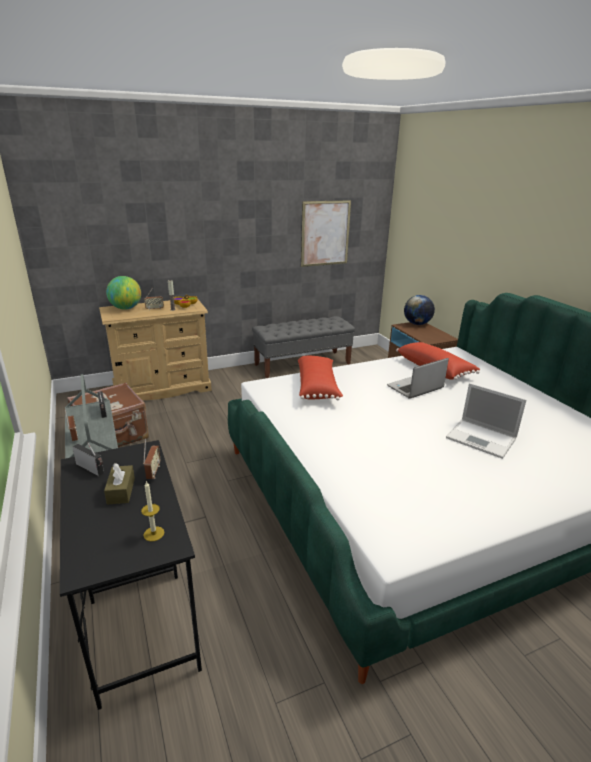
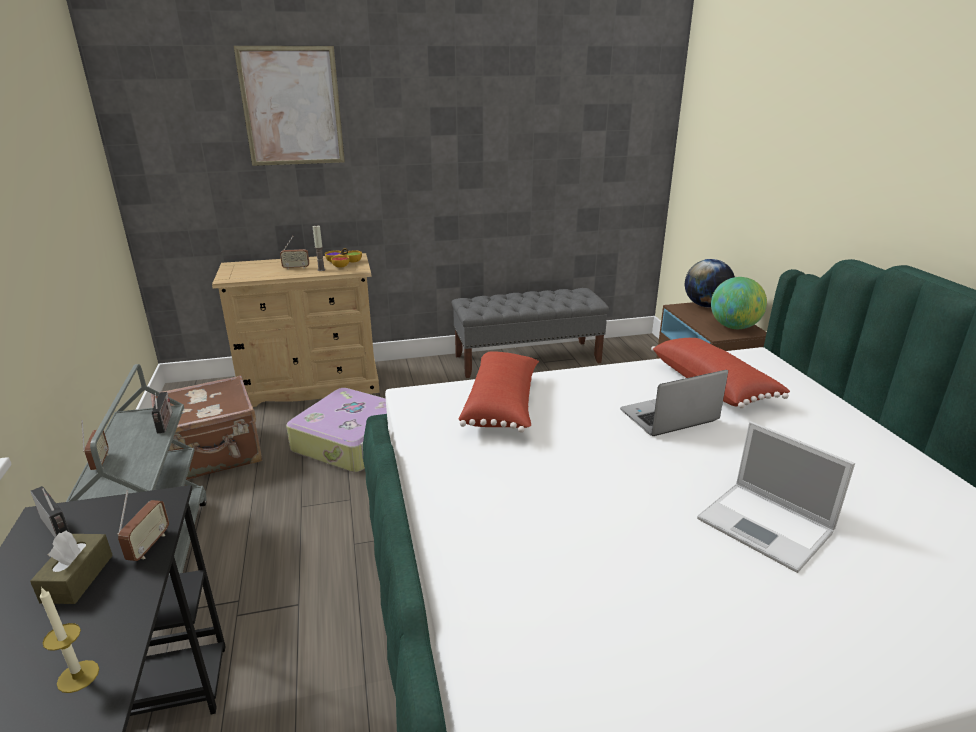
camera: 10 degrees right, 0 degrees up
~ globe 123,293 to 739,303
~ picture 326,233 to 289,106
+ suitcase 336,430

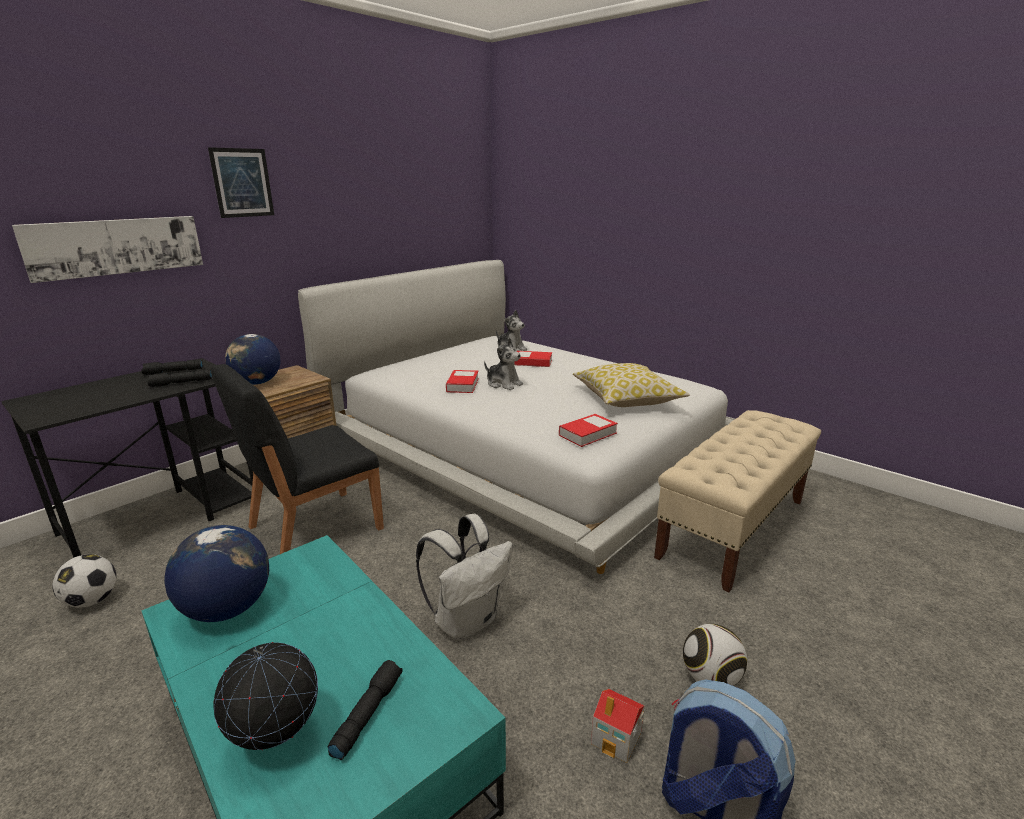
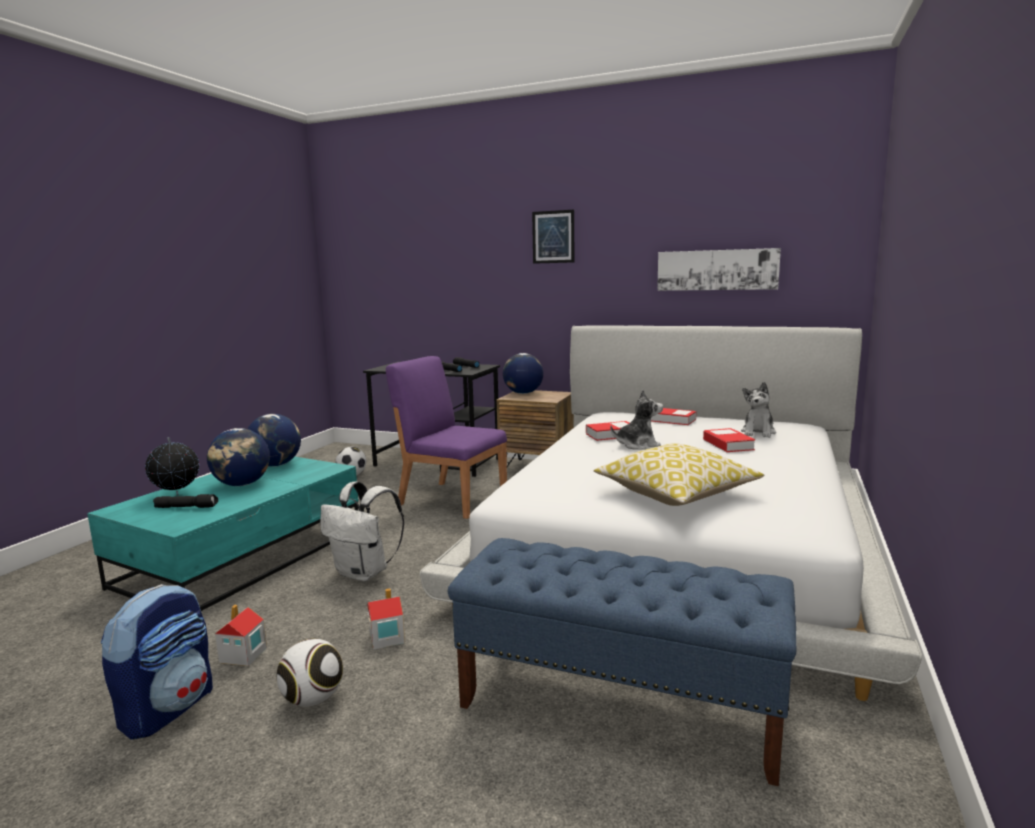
camera: 70 degrees right, 10 degrees down
~ picture 107,249 to 719,269
~ black chair 297,459 to purple chair 446,437
~ plush toy 503,364 = 637,420 120 degrees counterclockwise
~ book 588,430 to 673,416
~ beige bench 737,501 to blue bench 622,662
+ globe 238,457
+ toy house 386,619

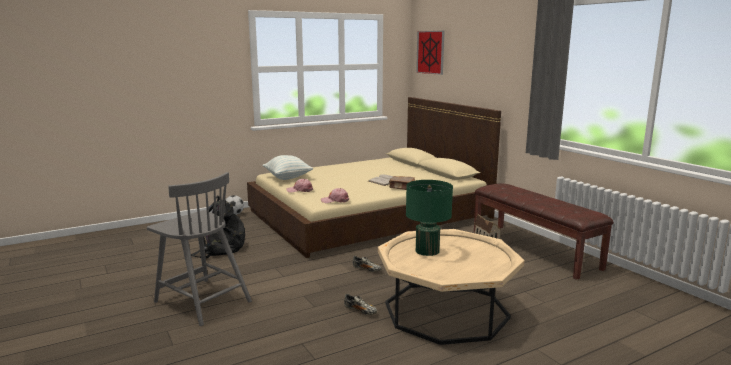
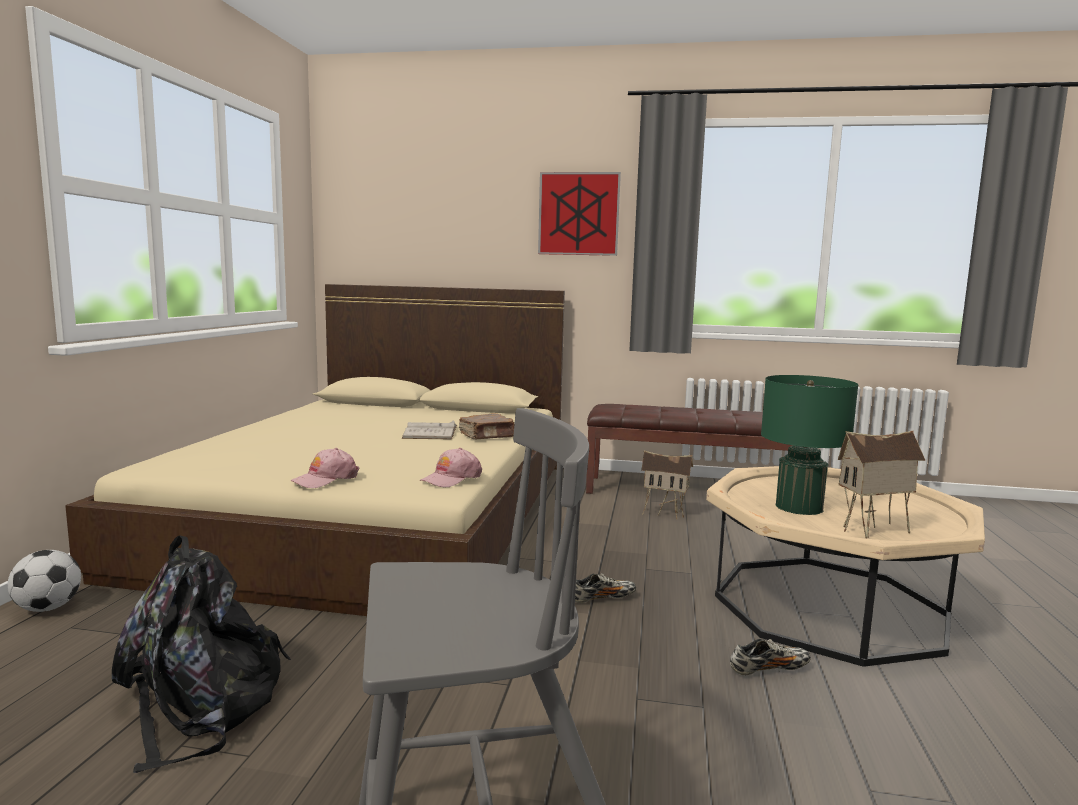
camera: 50 degrees left, 5 degrees down
- pillow 287,167
~ picture 430,53 to 579,214
+ toy house 881,485

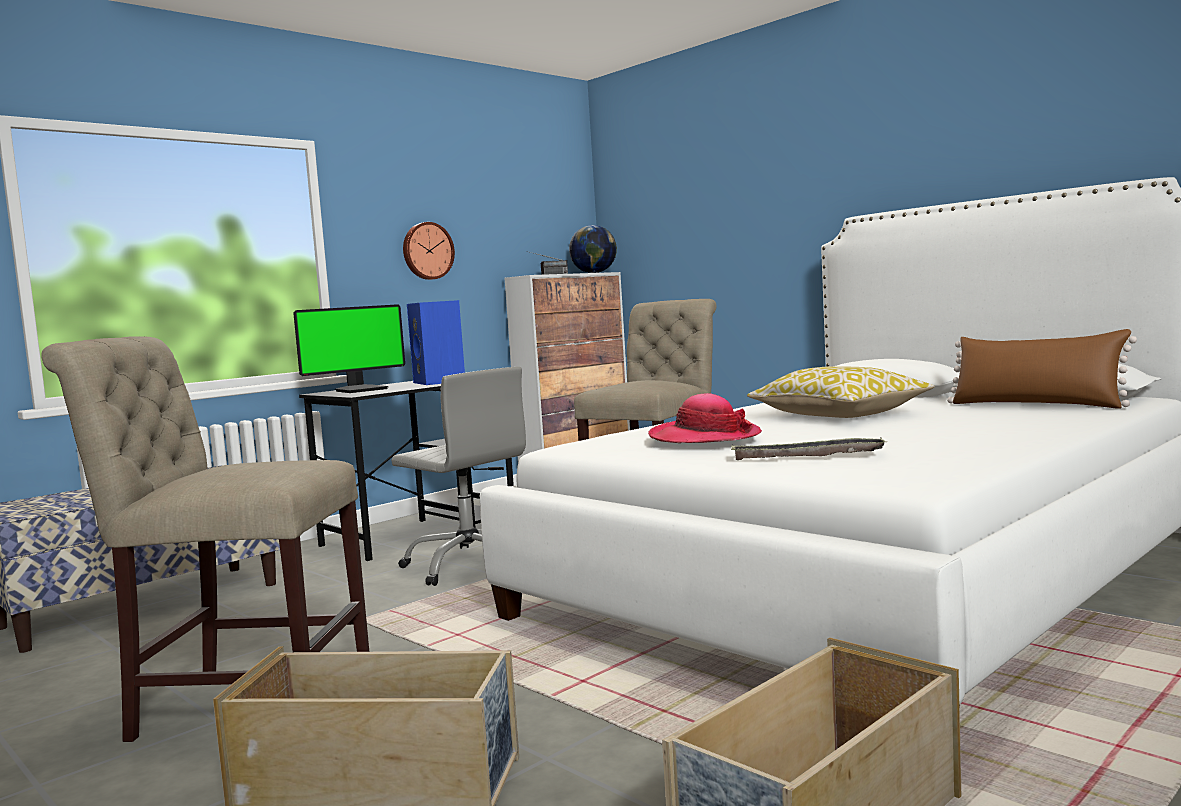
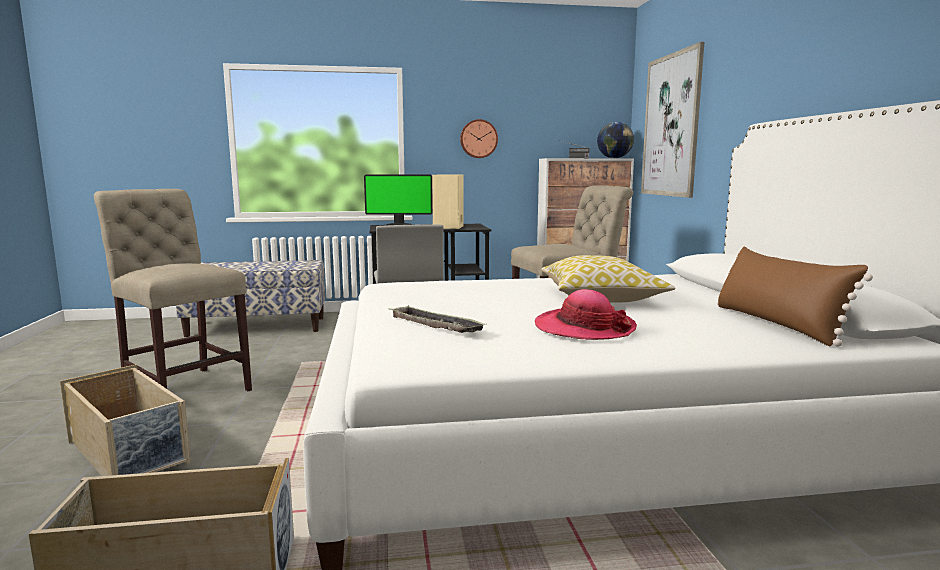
camera: 35 degrees right, 5 degrees up
~ blue speaker 436,342 to beige speaker 448,202
~ hat 705,418 to 586,314
+ picture 672,120

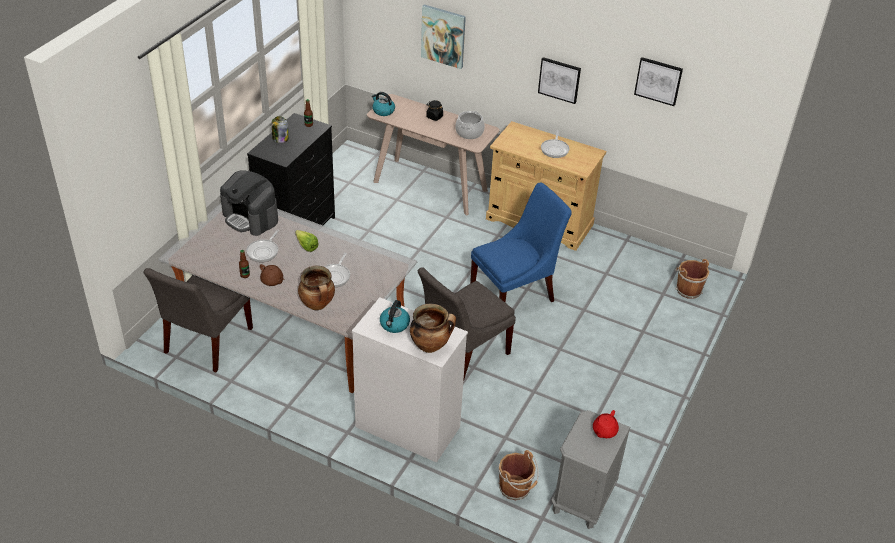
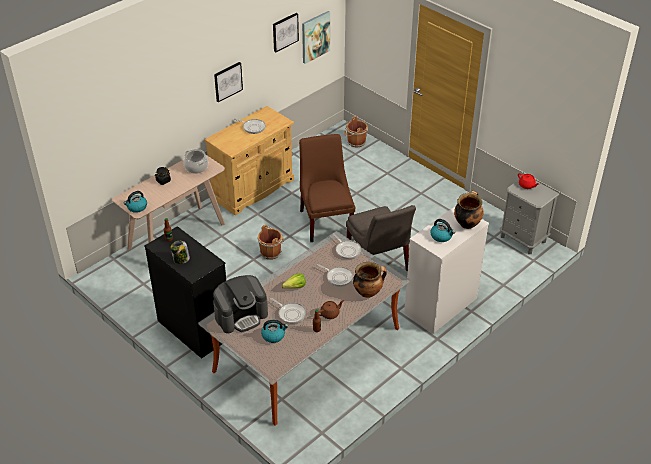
camera: 70 degrees left, 0 degrees up
- grey chair 198,320
~ picture 443,37 to 316,37
~ blue chair 521,242 to brown chair 327,188
~ brown bucket 518,475 to 270,242
+ kettle 274,331
+ frying pan 346,246

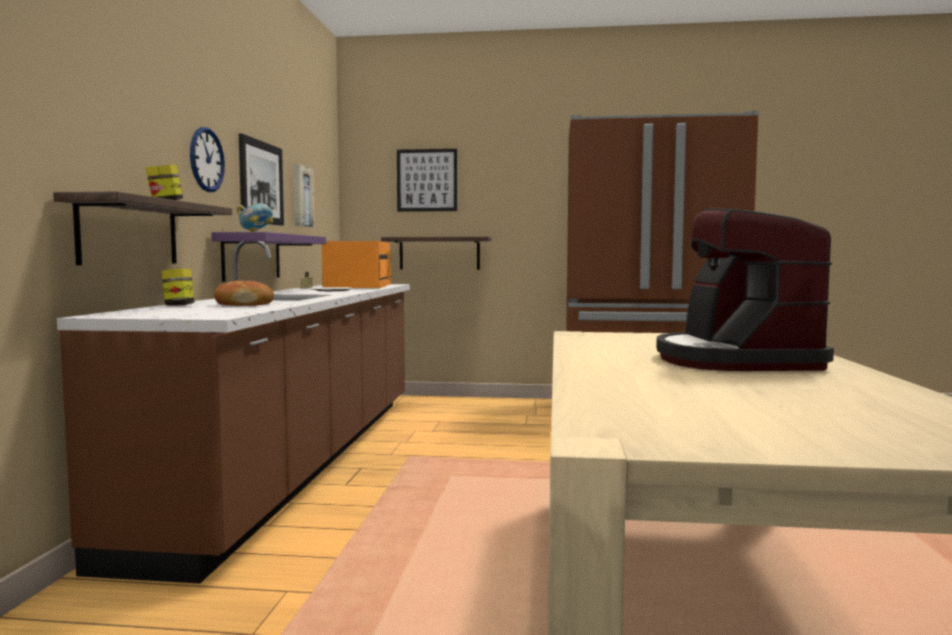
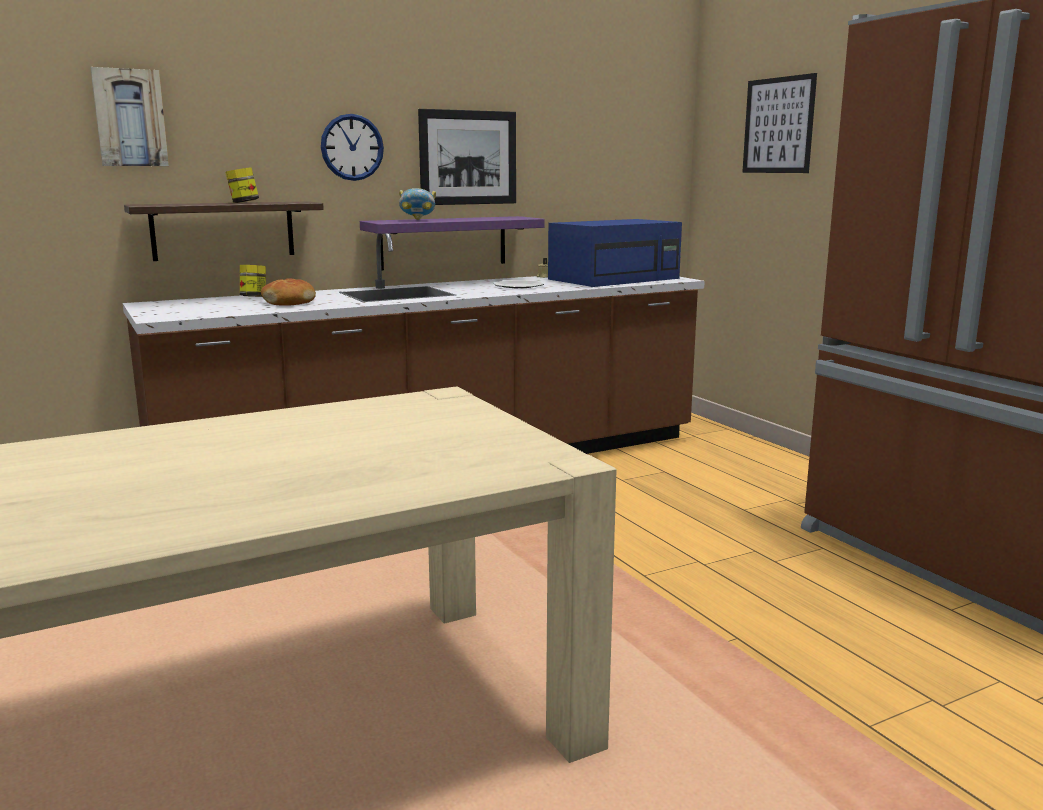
camera: 55 degrees right, 10 degrees up
~ picture 304,195 to 130,116
~ orange microwave 356,264 to blue microwave 615,253
- shelf 436,253
- coffee machine 745,290

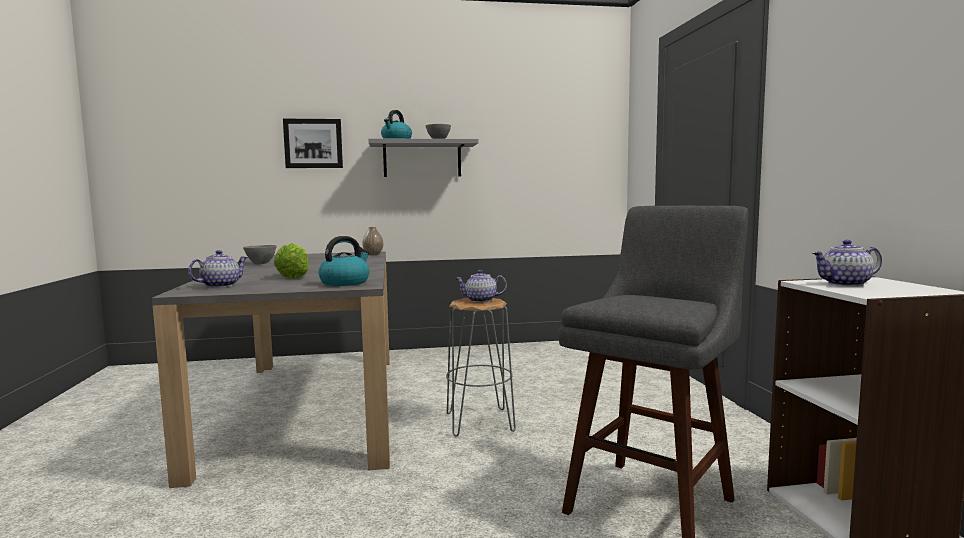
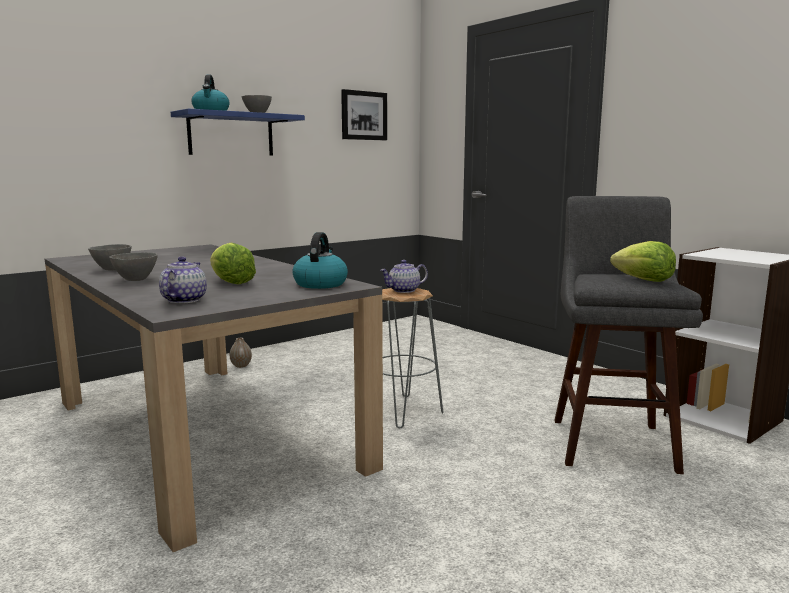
camera: 30 degrees left, 5 degrees up
~ picture 313,143 to 364,114
~ vase 372,241 to 241,353
~ grey shelf 423,158 to blue shelf 238,131
- teapot 847,263
+ grey bowl 133,266
+ lettuce 643,261

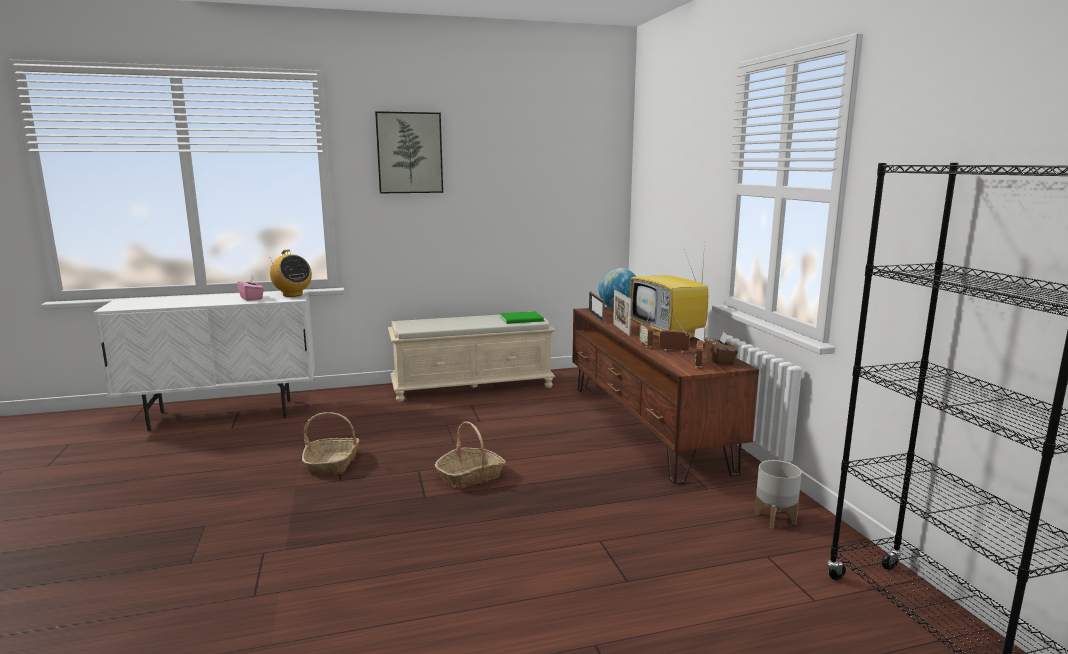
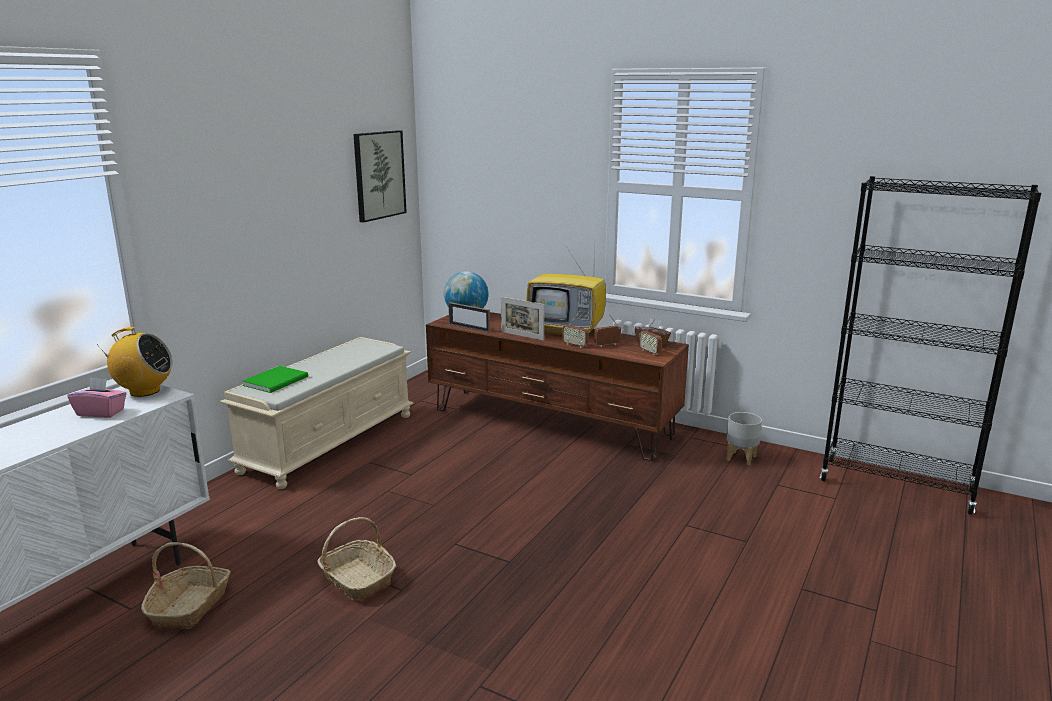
camera: 45 degrees left, 5 degrees up
~ picture 409,152 to 380,176
~ basket 470,455 to 186,586
~ green book 522,317 to 275,379

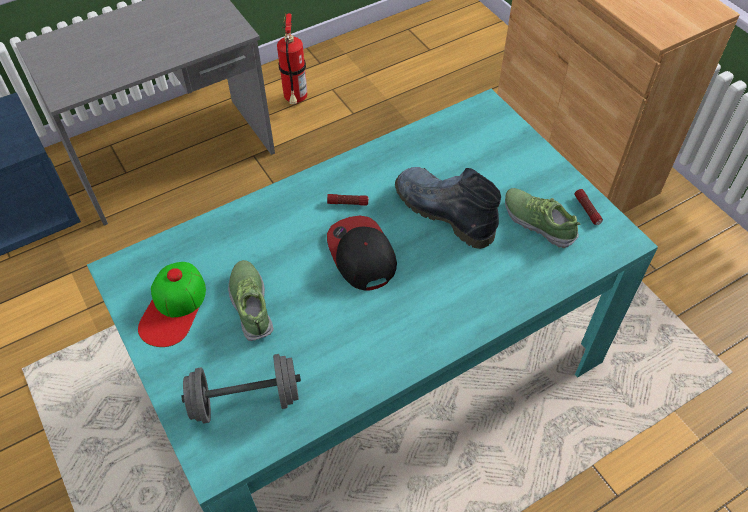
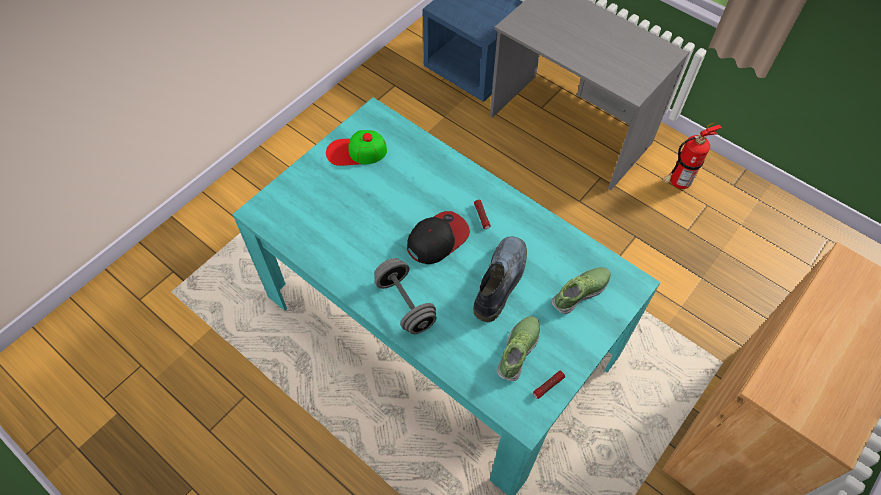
camera: 70 degrees right, 5 degrees up
~ grey dumbbell 241,388 to 405,296
~ shoe 251,300 to 581,290

